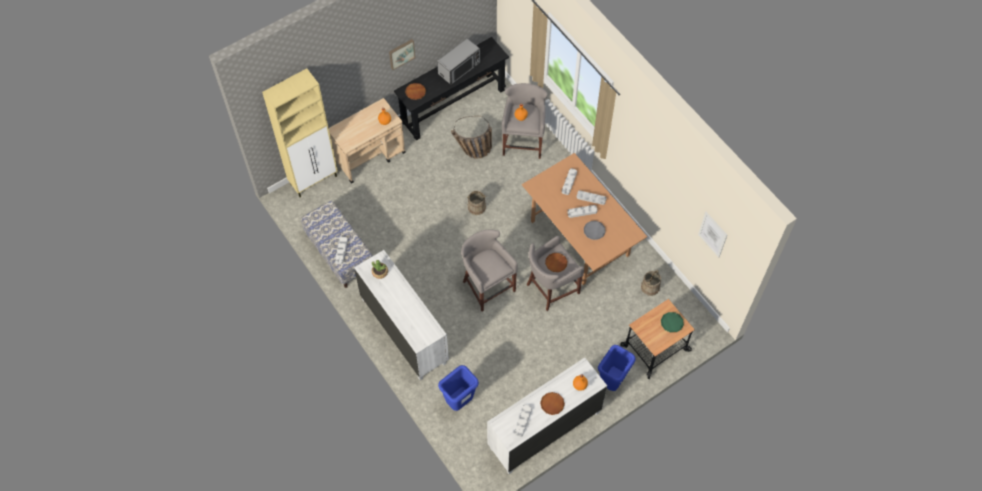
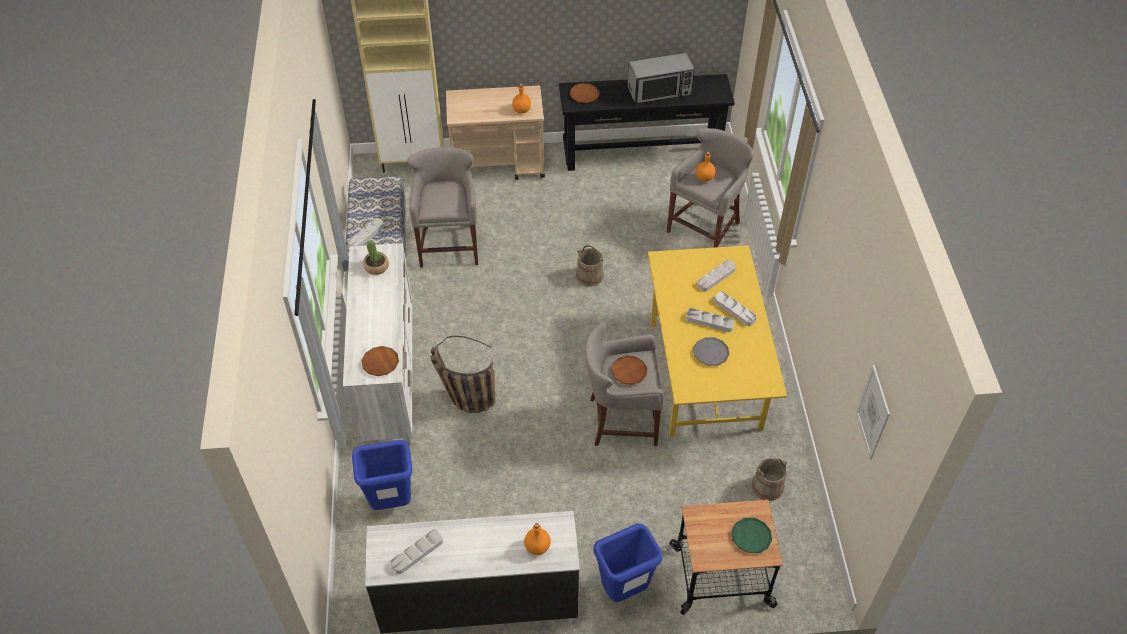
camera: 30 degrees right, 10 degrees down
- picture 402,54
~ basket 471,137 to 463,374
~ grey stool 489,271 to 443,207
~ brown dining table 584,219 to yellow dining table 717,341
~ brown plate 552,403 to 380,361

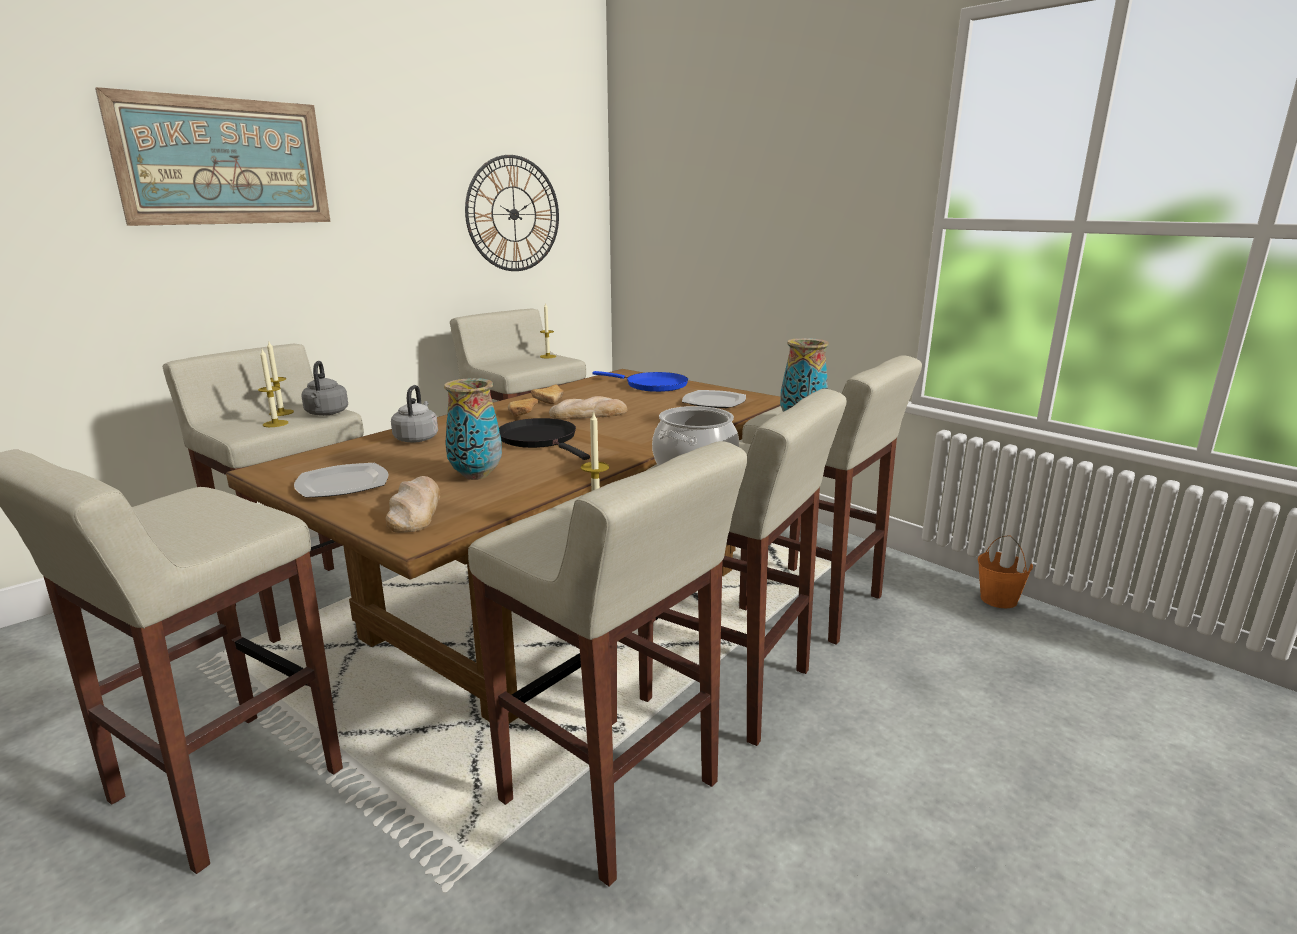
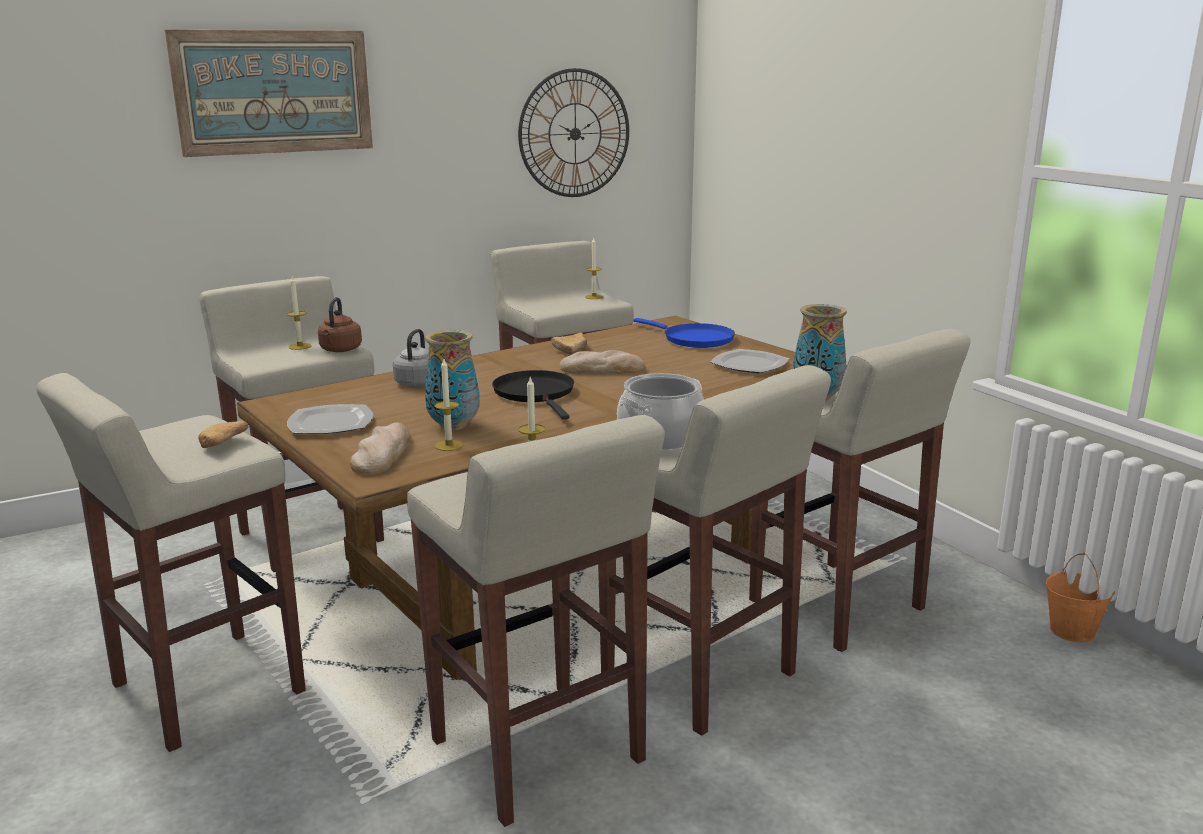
camera: 15 degrees right, 0 degrees up
~ candle 273,388 to 449,405
~ grey kettle 324,388 to brown kettle 340,324
~ bread 523,407 to 223,434

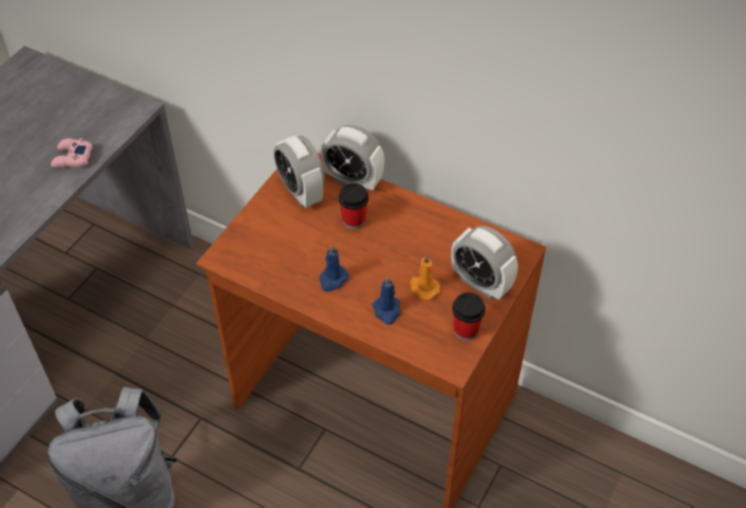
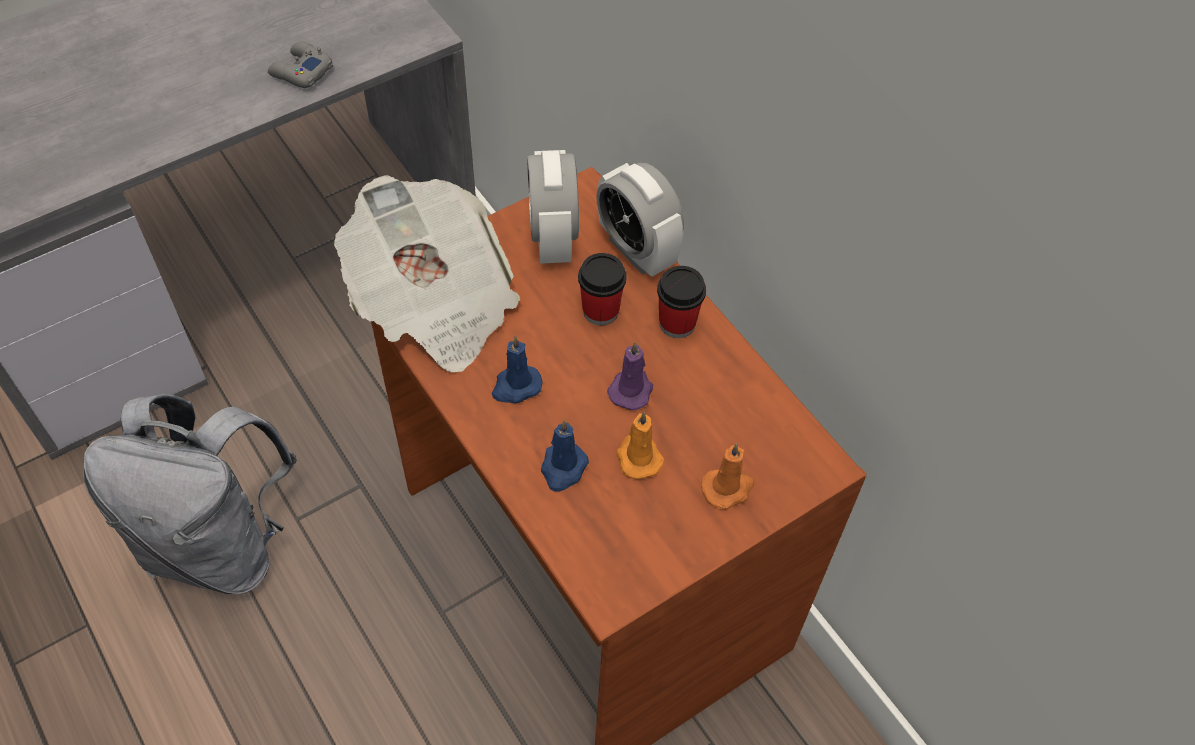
camera: 25 degrees right, 5 degrees up
~ pink game controller 72,153 to grey game controller 300,64
~ alarm clock 484,263 to orange candle 728,477
~ cup 468,316 to 681,302
+ newspaper 427,273
+ purple candle 630,376

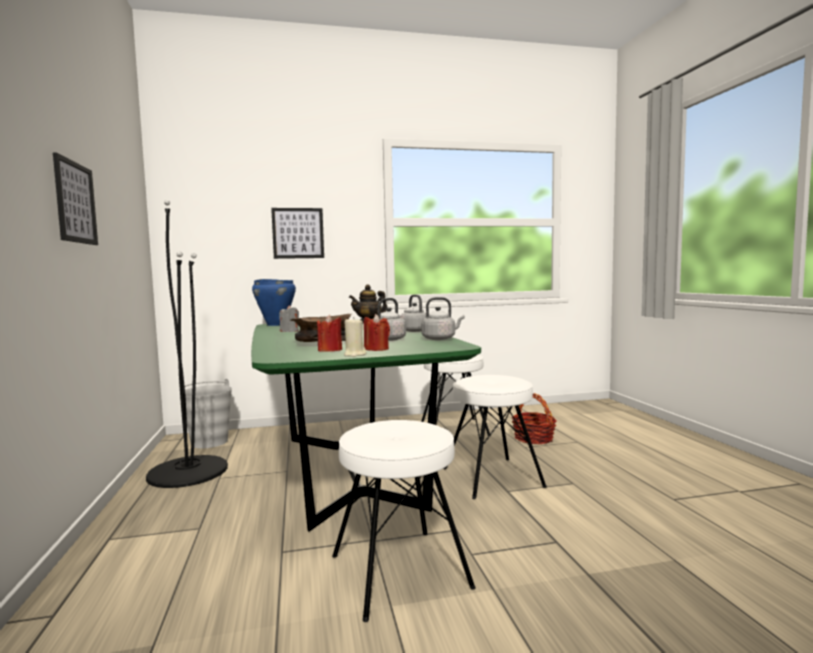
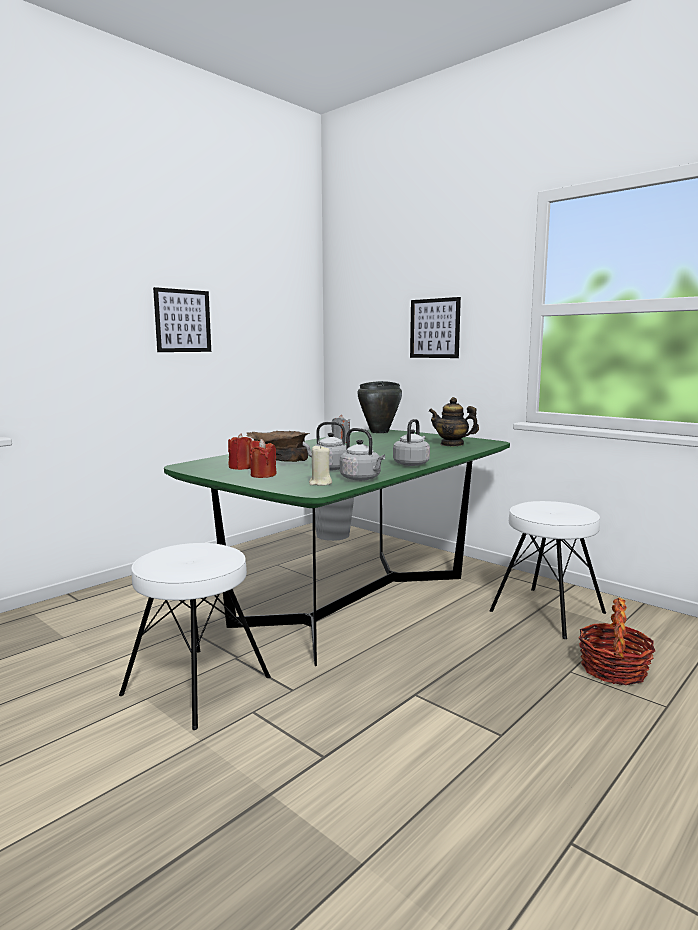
camera: 55 degrees right, 5 degrees up
- black floor lamp 187,344
~ blue cooking pot 274,302 to black cooking pot 379,407
~ beige candle 355,337 to 320,465
- white stool 495,437

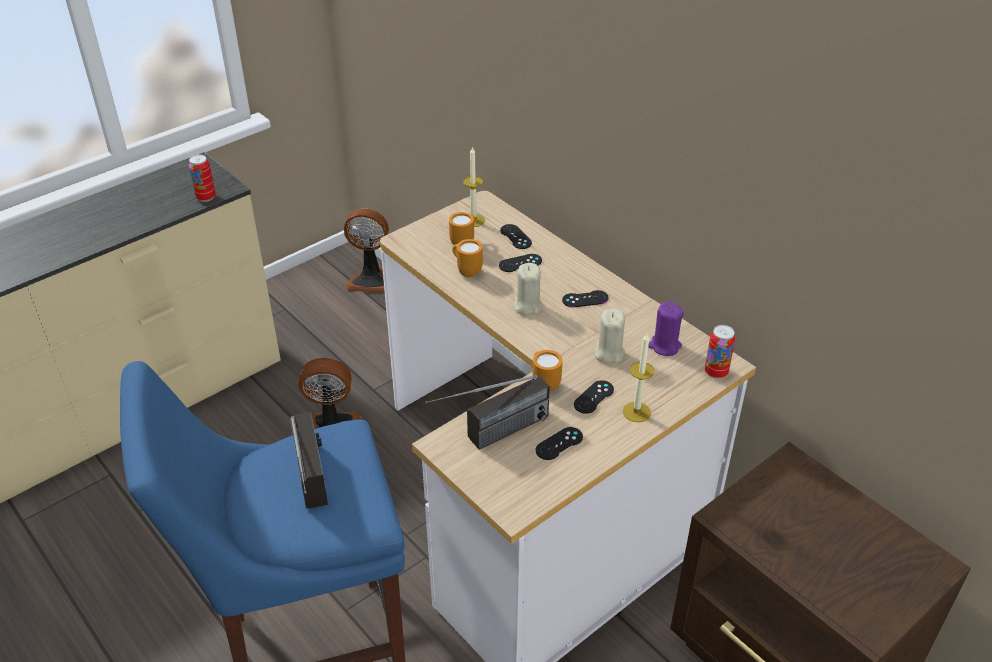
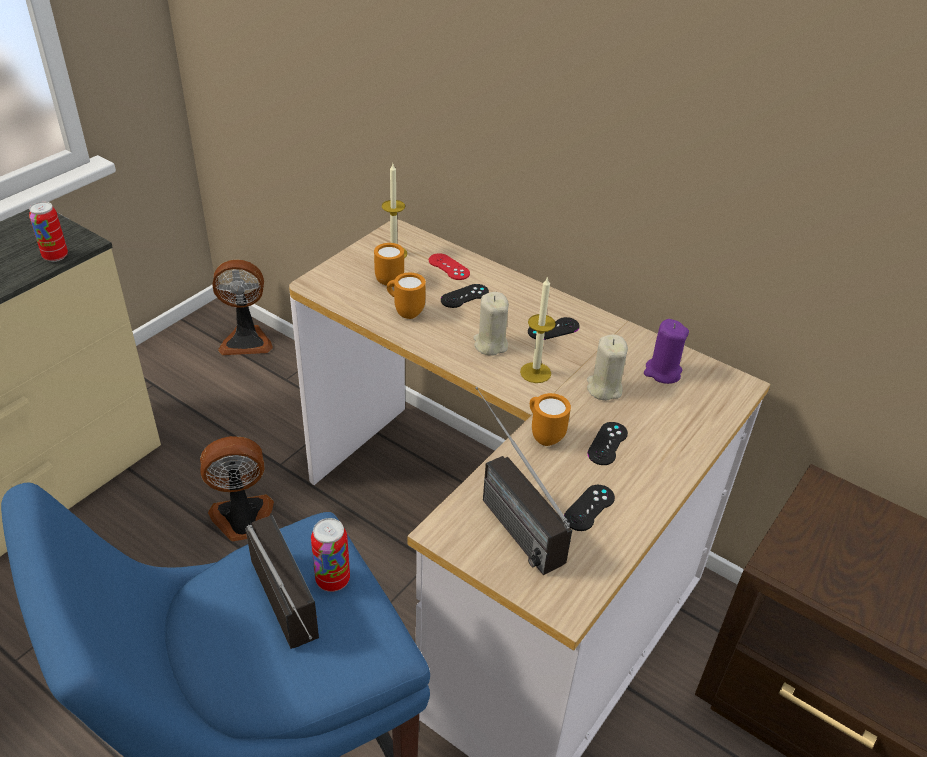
camera: 15 degrees left, 0 degrees up
~ radio 487,412 = 523,481 105 degrees clockwise
~ black game controller 516,236 to red game controller 449,266
~ candle 639,377 to 538,329
~ can 720,352 to 330,555

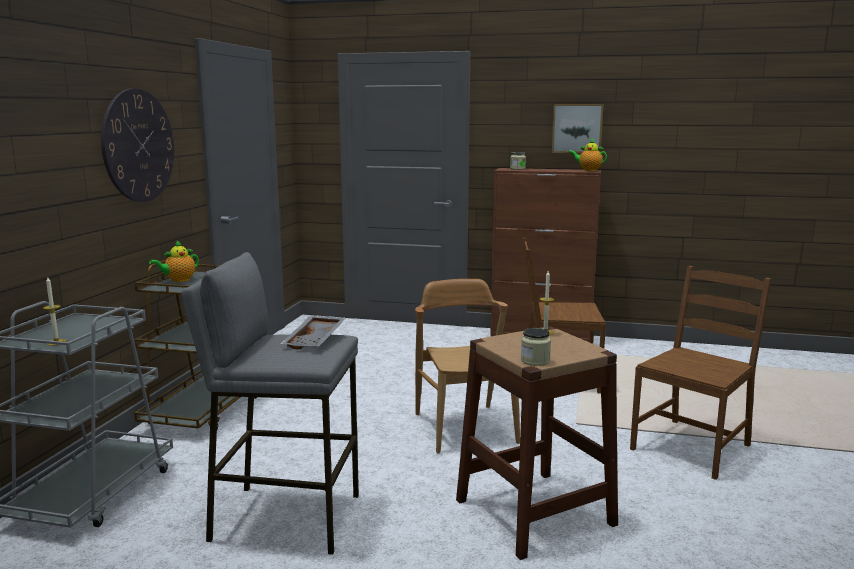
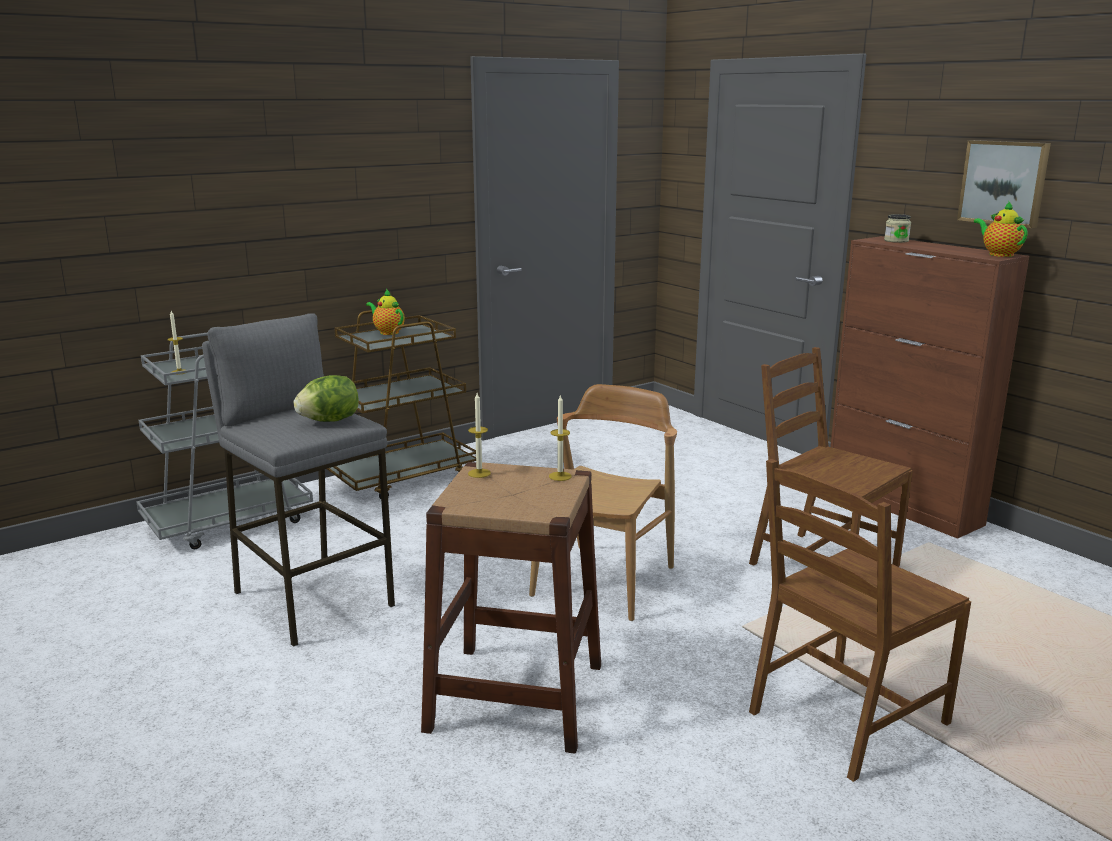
camera: 40 degrees right, 5 degrees up
- wall clock 137,145
~ teapot 174,261 = 385,312 45 degrees clockwise
~ grey tray 313,333 to lettuce 326,398
- jar 536,347
~ brown chair 700,373 = 860,620 150 degrees clockwise
+ candle 479,435

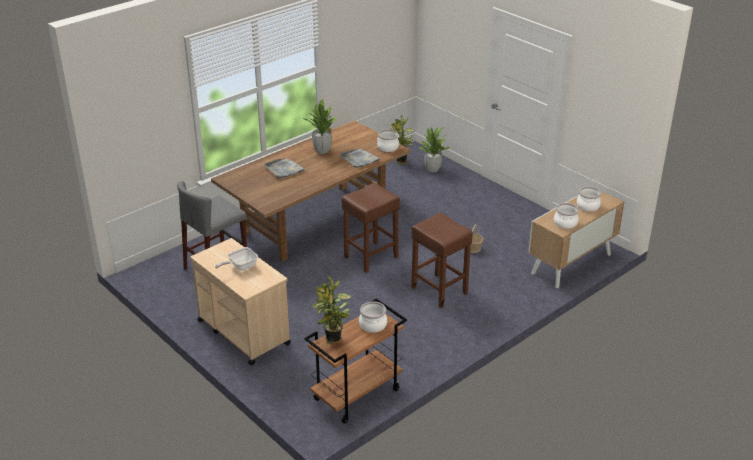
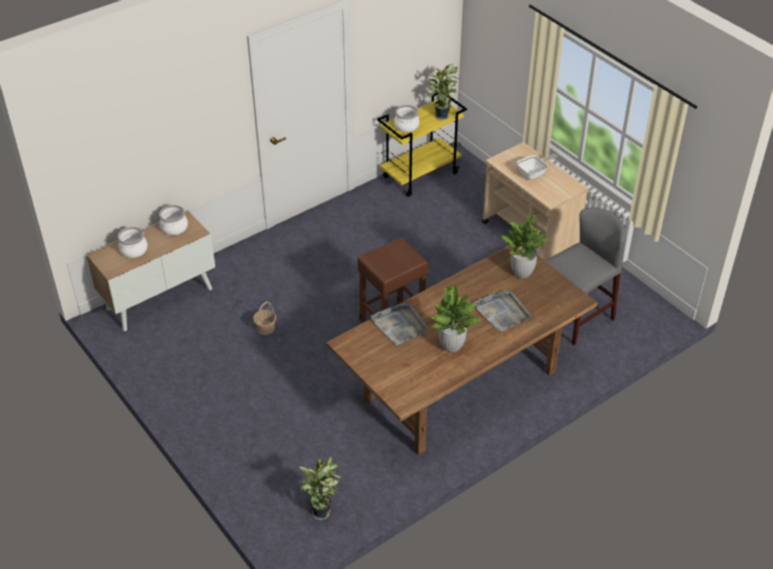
camera: 175 degrees left, 10 degrees up
~ brown cart 355,361 to yellow cart 422,145
- cooking pot 388,140
- brown stool 442,260
~ potted plant 434,150 to 525,247

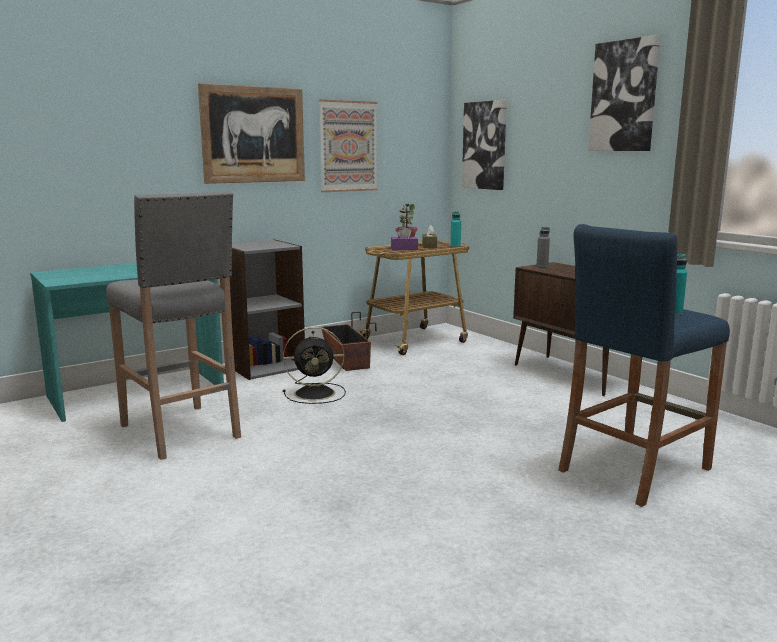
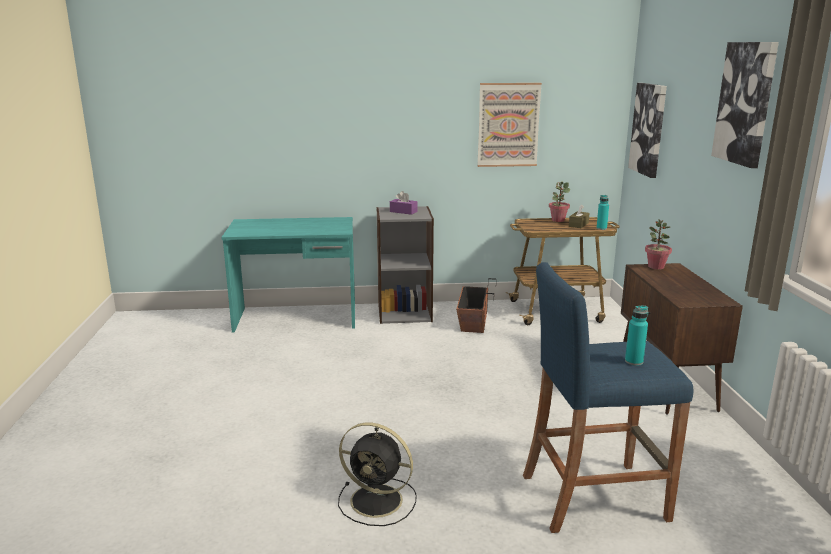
camera: 30 degrees right, 5 degrees up
- grey stool 173,325
- picture 251,133
~ black fan 314,365 to 377,474
~ purple tissue box 404,238 to 403,203
~ grey bottle 543,247 to potted plant 658,244

